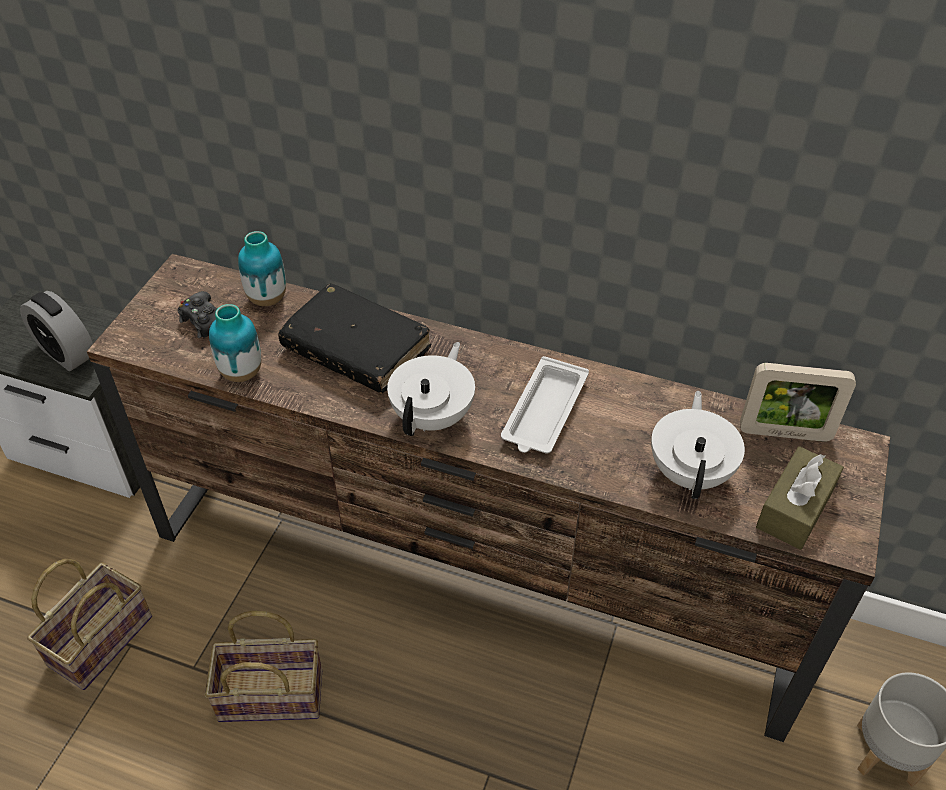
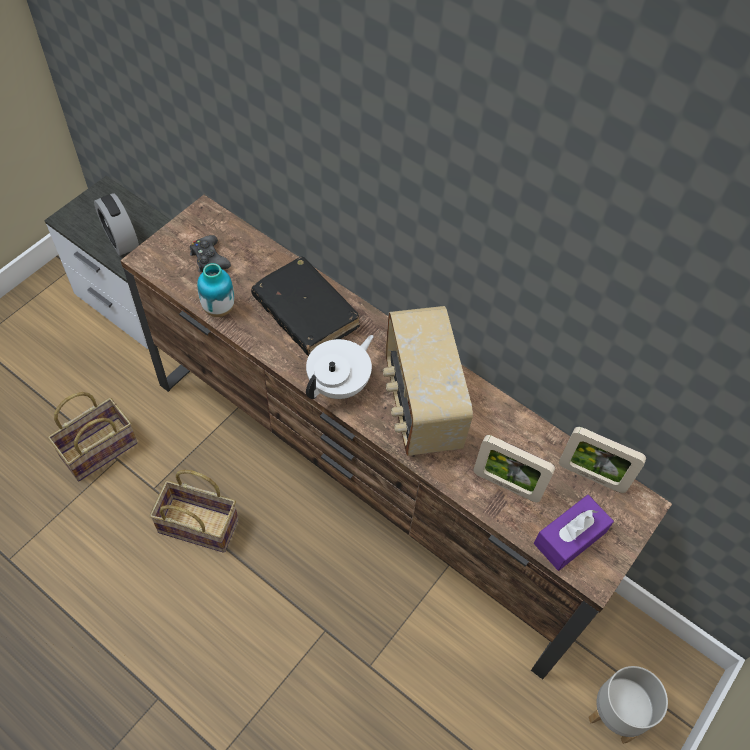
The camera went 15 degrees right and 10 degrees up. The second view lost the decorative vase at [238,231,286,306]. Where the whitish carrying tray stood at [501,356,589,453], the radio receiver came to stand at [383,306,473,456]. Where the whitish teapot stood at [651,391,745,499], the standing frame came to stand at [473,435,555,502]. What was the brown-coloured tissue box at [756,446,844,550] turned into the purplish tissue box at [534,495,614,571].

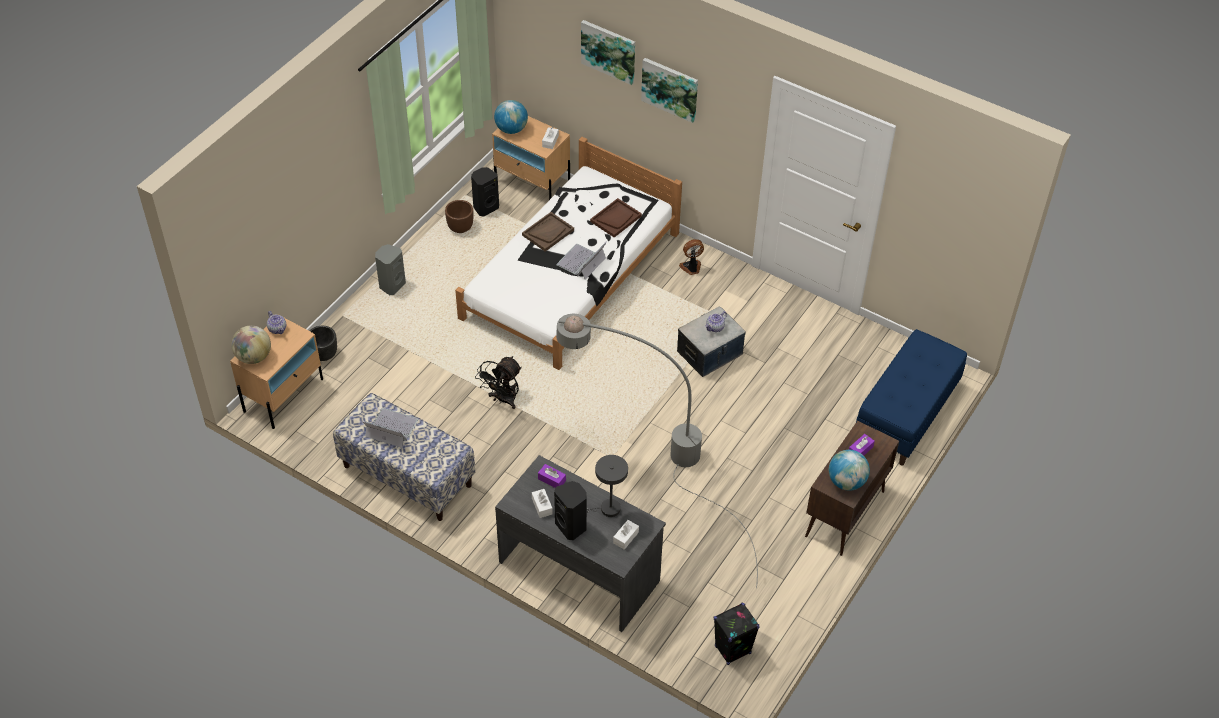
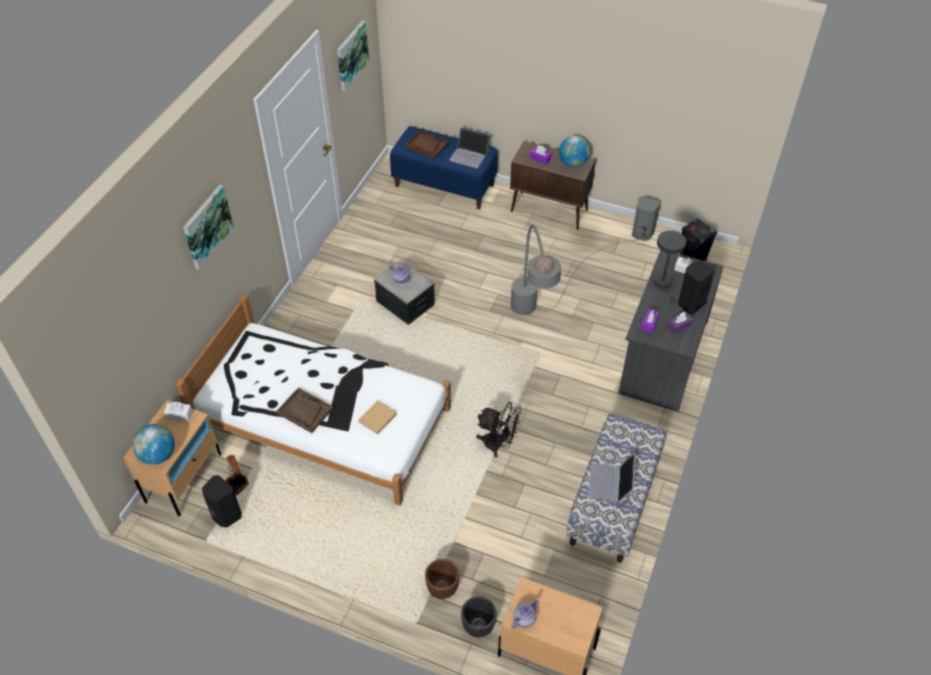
The camera went 100 degrees left and 0 degrees up. The second view lost the desk globe at [231,325,271,364]. The second view gained the beige bound book at [358,400,397,434]. The greyish audio speaker ended up elsewhere, having gone from [375,244,406,295] to [632,196,660,241]. The brown-coloured flower pot ended up elsewhere, having gone from [445,200,473,233] to [425,559,459,599]. The portable computer ended up elsewhere, having gone from [556,241,607,280] to [449,127,490,168]. The picture ended up elsewhere, having gone from [581,20,635,85] to [337,20,369,91]. The brown-coloured carrying tray ended up elsewhere, having gone from [590,198,642,238] to [405,130,449,159]. The cooling fan ended up elsewhere, having gone from [679,239,704,275] to [225,455,249,495]. What was the whitish tissue box at [532,489,553,518] turned into the purplish tissue box at [667,312,694,334].

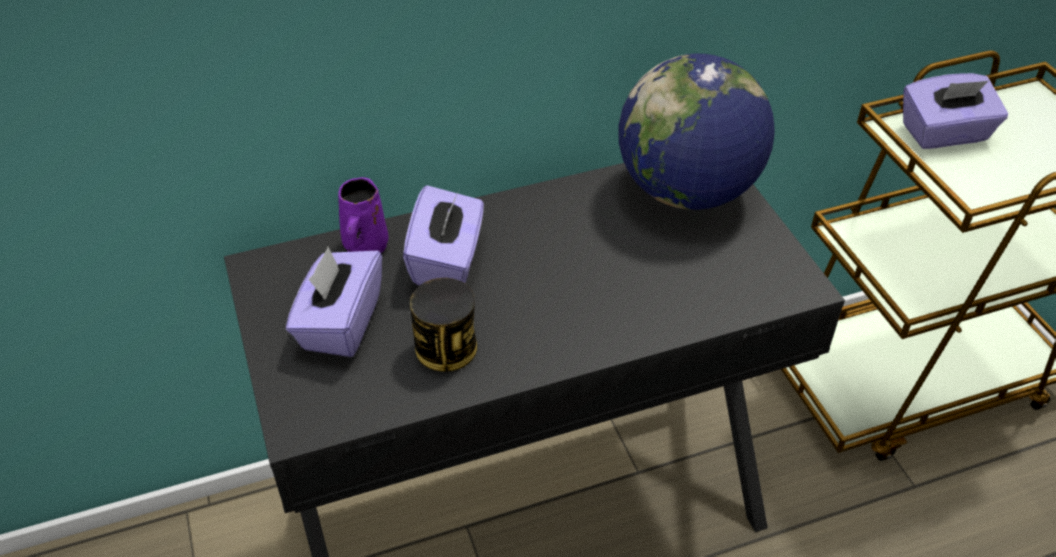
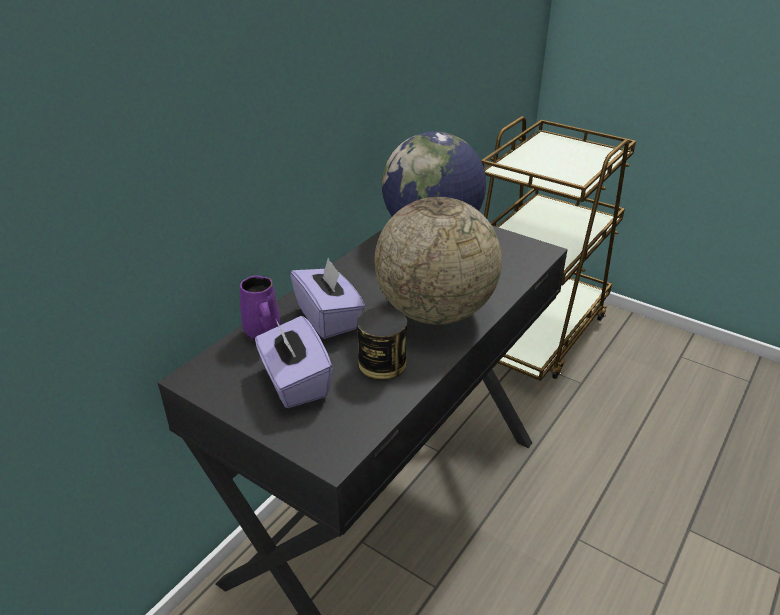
The camera went 35 degrees left and 10 degrees down. The second view lost the purplish tissue box at [903,73,1008,149]. The second view gained the desk globe at [374,197,502,325].

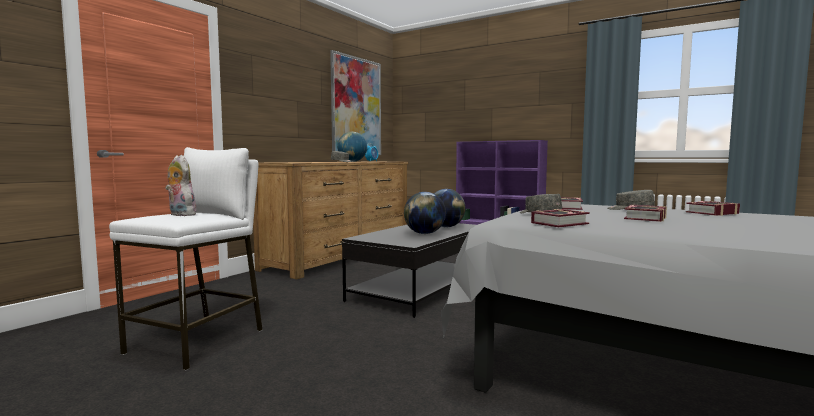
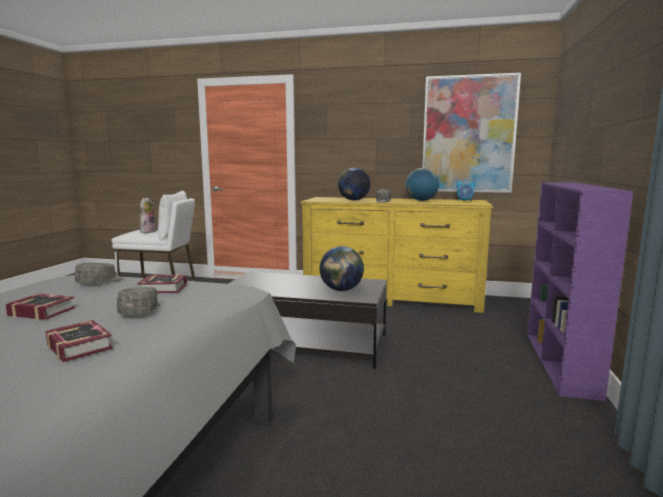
The camera went 70 degrees right and 5 degrees up. The second view lost the bound book at [531,209,590,227]. The desk globe ended up elsewhere, having gone from [404,192,446,234] to [338,167,370,200]. What was the brown-coloured drawer chest at [253,162,408,279] turned into the yellow-coloured drawer chest at [300,197,493,313].

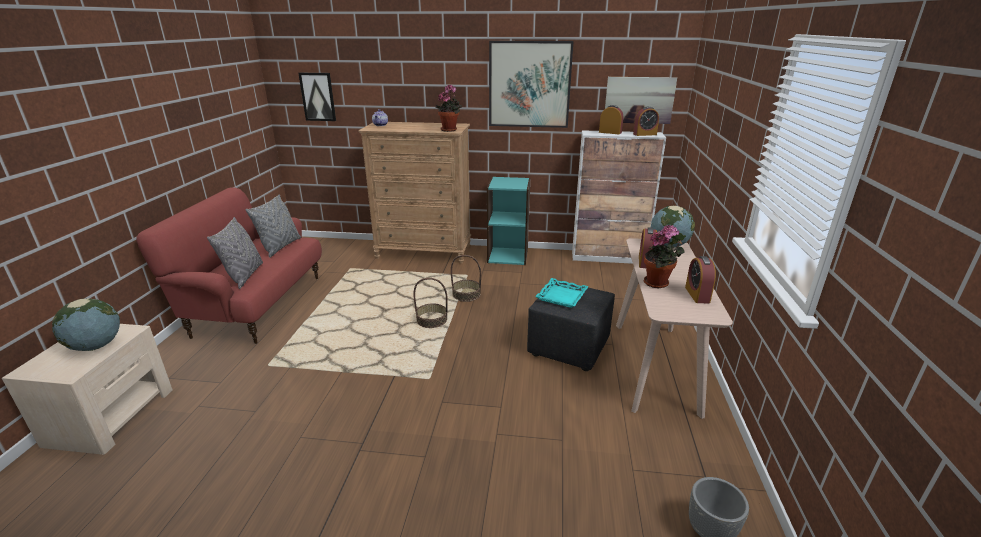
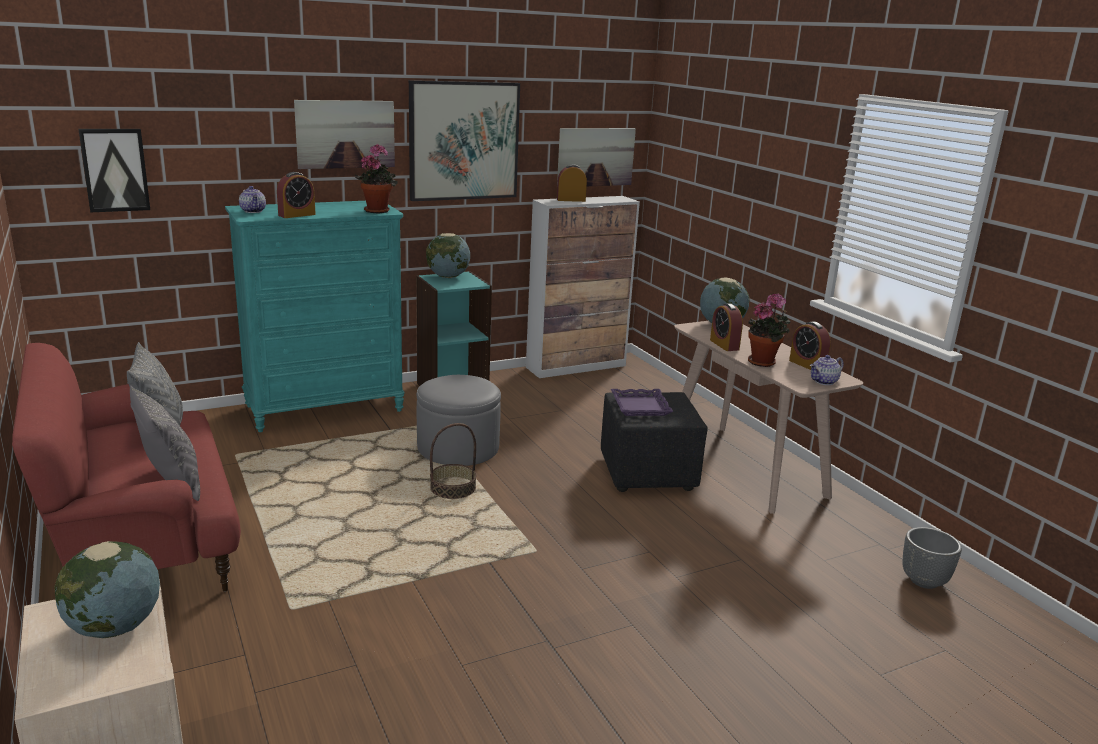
The camera went 35 degrees left and 5 degrees down. The second view gained the picture at [294,100,395,169]. The second view gained the desk globe at [426,233,470,278]. The second view gained the teapot at [810,355,844,385]. The table clock ended up elsewhere, having gone from [633,106,659,136] to [277,172,316,218]. Where the household basket stood at [451,255,481,302], the greyish pouffe came to stand at [417,375,501,466]. What was the brown-coloured drawer chest at [359,122,471,263] turned into the turquoise drawer chest at [225,201,405,432]. What was the turquoise carrying tray at [535,278,589,308] turned into the purplish carrying tray at [611,389,673,416].

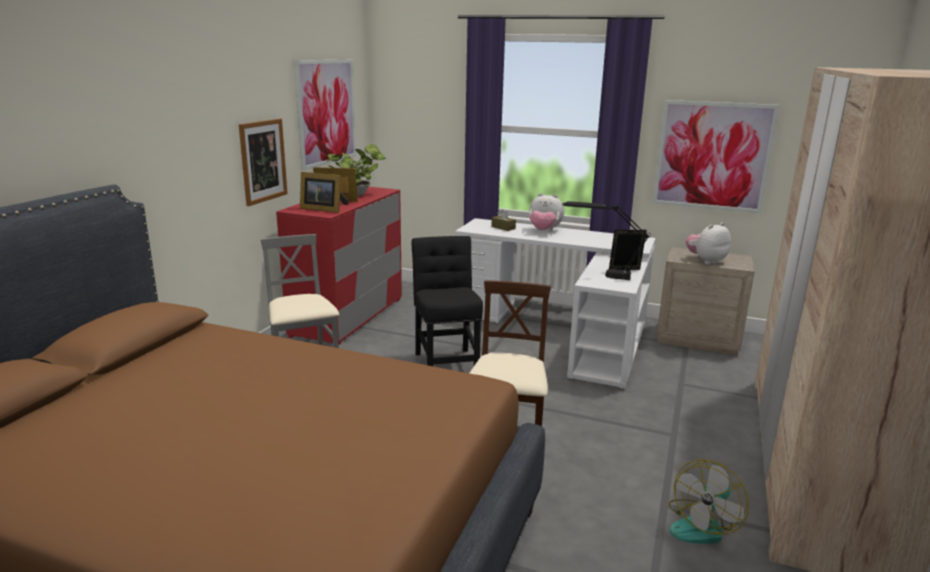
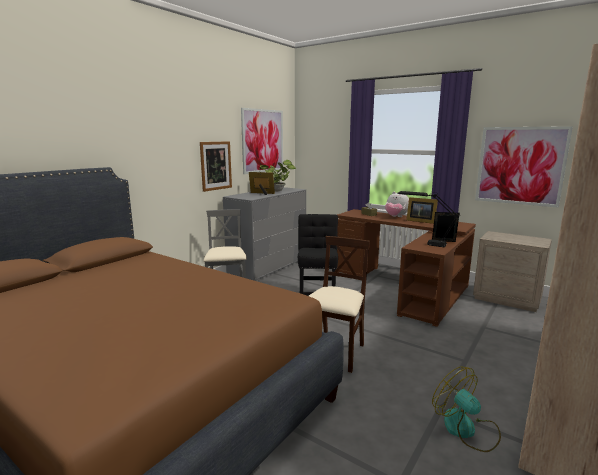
The camera went 15 degrees right and 5 degrees down. The second view lost the plush toy at [686,223,731,264]. The standing frame ended up elsewhere, having gone from [300,172,341,213] to [406,197,438,224]. What was the reddish drawer chest at [276,187,402,345] turned into the greyish drawer chest at [223,187,306,281]. What was the whitish desk table at [455,218,656,390] turned into the brown-coloured desk table at [337,209,476,327]. The cooling fan at [669,459,749,544] ended up facing another way, 90 degrees clockwise from before.

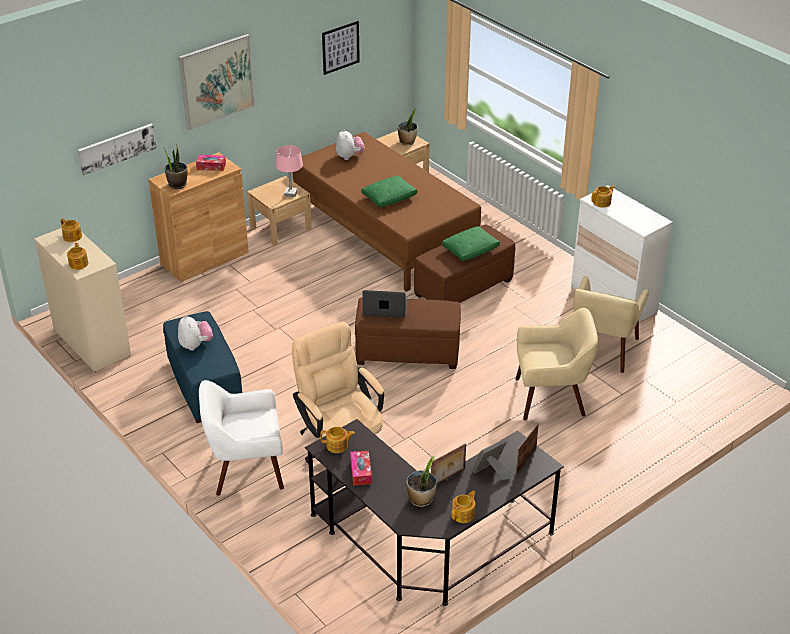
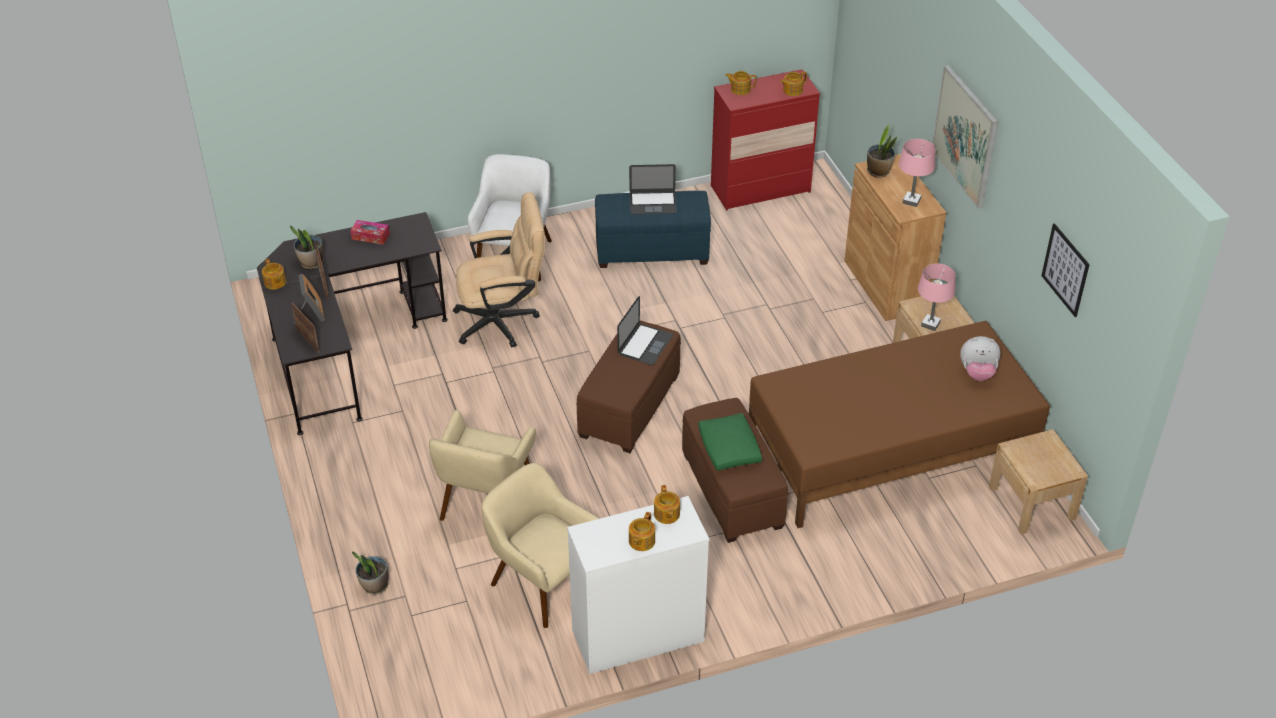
The camera went 110 degrees right and 5 degrees up. The second view lost the picture at [78,123,157,175]. The second view lost the green cushion at [362,176,417,207]. The teapot ended up elsewhere, having gone from [320,427,355,453] to [629,512,655,551]. The plant in a pot ended up elsewhere, having gone from [398,108,418,145] to [352,551,389,595]. Where the plush toy stood at [178,315,213,351], the portable computer came to stand at [629,164,677,214]. Where the tissue box stood at [196,155,226,171], the pink tabletop lamp came to stand at [899,139,935,207]. What was the beige drawer chest at [34,228,131,372] turned into the reddish drawer chest at [711,69,820,210].

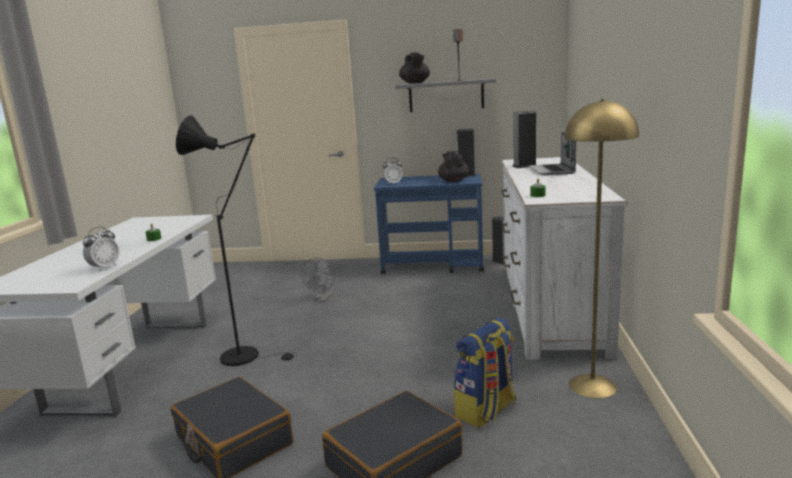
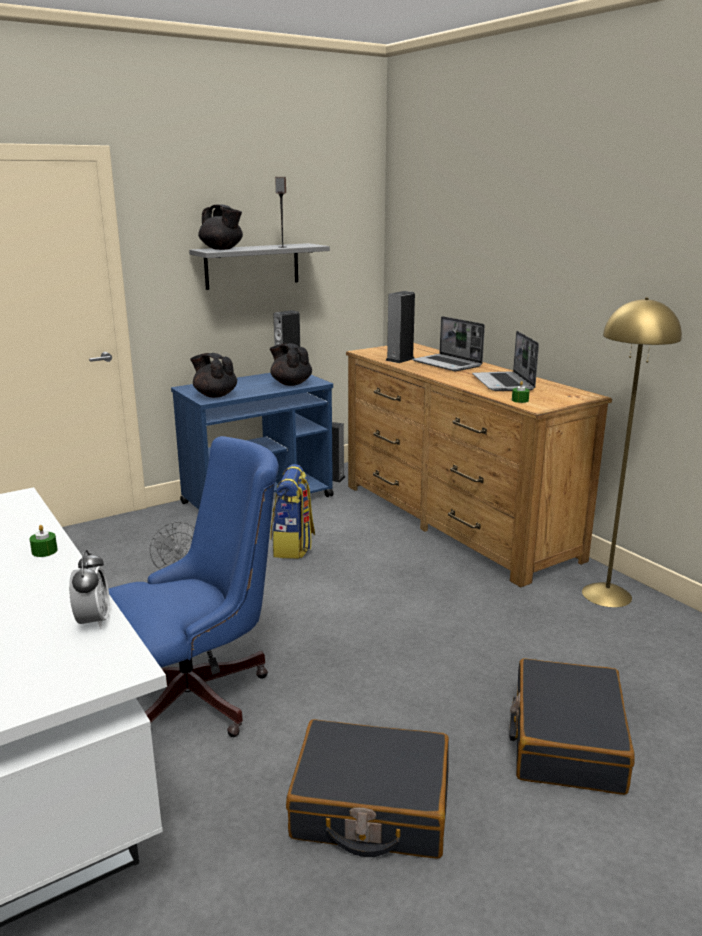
The camera went 40 degrees left and 5 degrees up. The second view gained the portable computer at [472,331,539,391]. The backpack ended up elsewhere, having gone from [454,318,517,428] to [270,464,315,559]. Where the black standing lamp stood at [176,115,298,366], the bluish desk chair came to stand at [108,436,279,737]. Where the table clock stood at [383,158,403,185], the black teapot came to stand at [190,353,237,398]. What was the whitish drawer chest at [501,157,627,360] turned into the brown-coloured drawer chest at [346,343,612,587].

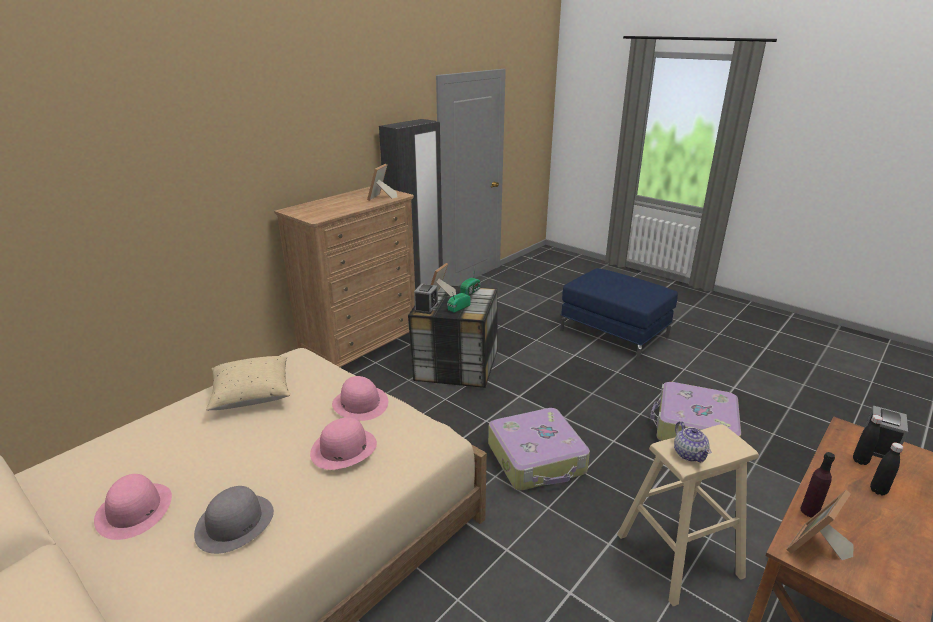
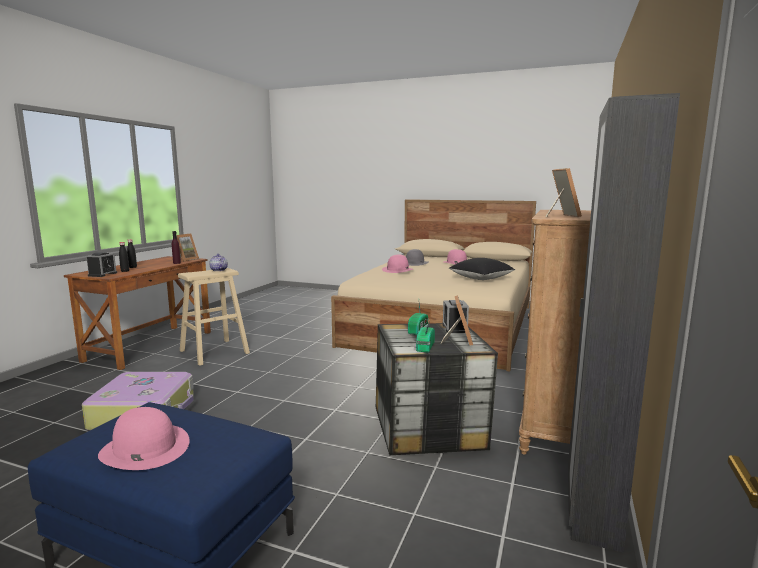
The camera went 160 degrees right and 15 degrees down. The second view lost the travel case at [488,408,590,491]. The pink clothing hat ended up elsewhere, having gone from [332,376,388,421] to [98,407,190,470]. What was the beige cushion at [206,356,290,411] turned into the black cushion at [449,258,515,280].

